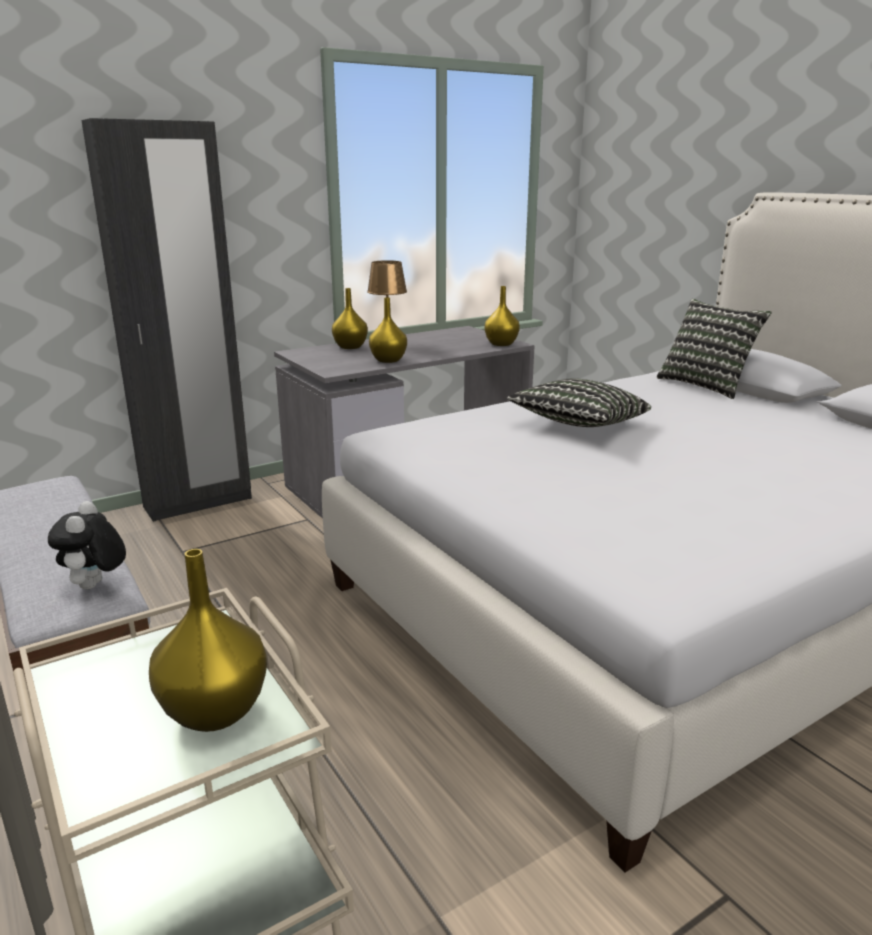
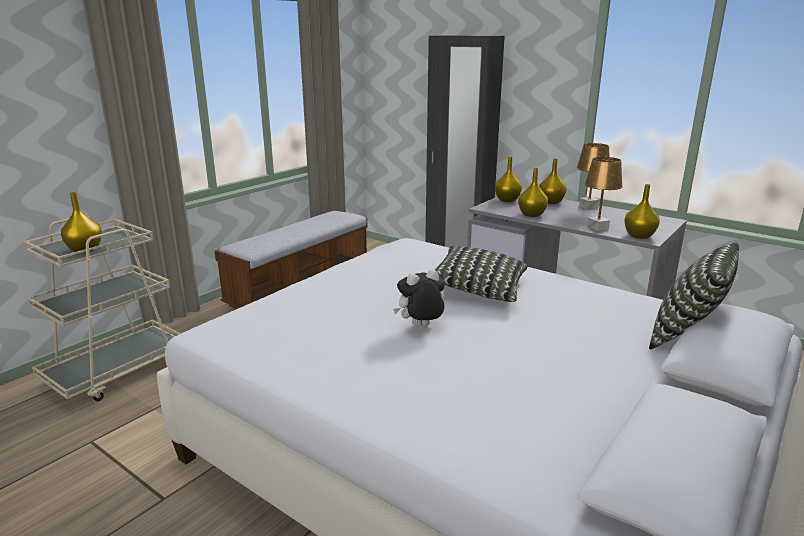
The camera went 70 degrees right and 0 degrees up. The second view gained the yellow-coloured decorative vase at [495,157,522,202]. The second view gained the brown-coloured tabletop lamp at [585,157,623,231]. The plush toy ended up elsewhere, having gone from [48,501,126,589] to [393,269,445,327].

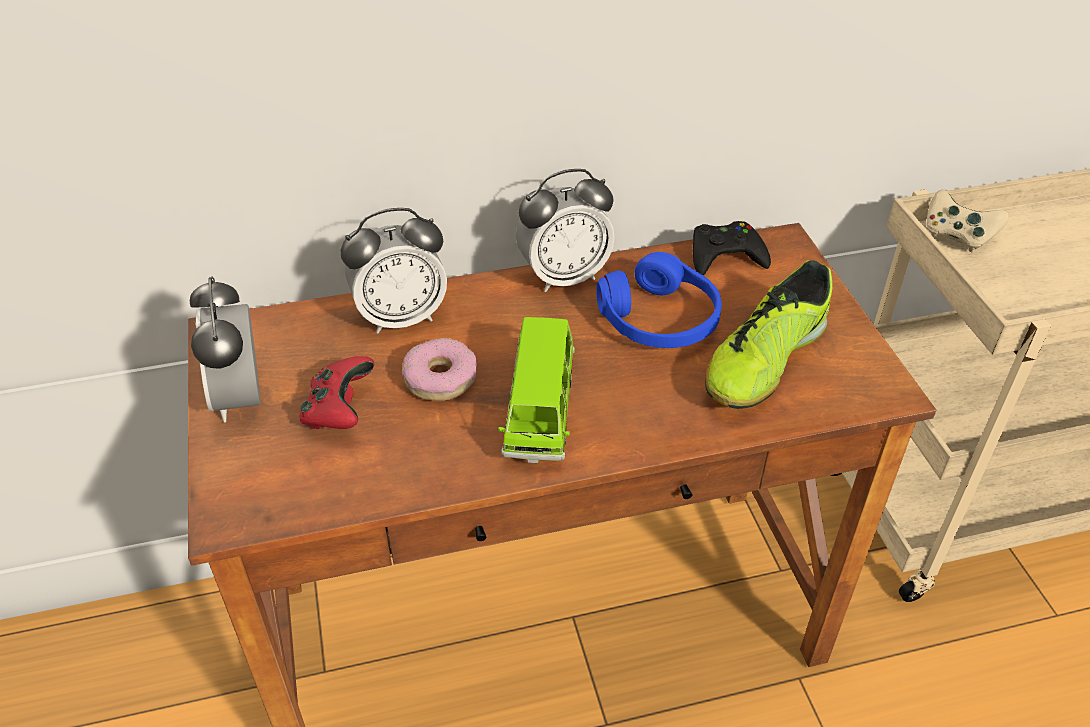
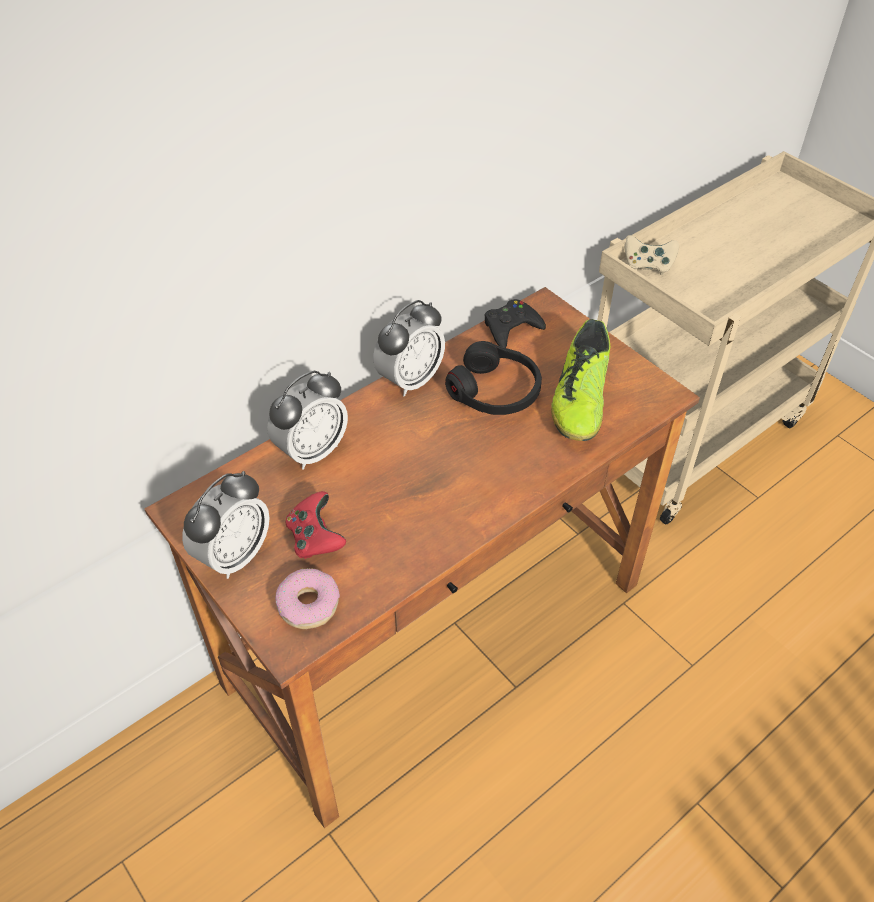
The camera went 25 degrees left and 5 degrees up. The second view lost the green toy car at [498,317,575,463]. The donut ended up elsewhere, having gone from [402,338,477,401] to [275,568,340,629]. What was the bluish headset at [596,252,722,348] turned into the black headset at [445,341,542,415]. The table clock at [190,277,260,422] ended up facing another way, 105 degrees counterclockwise from before.

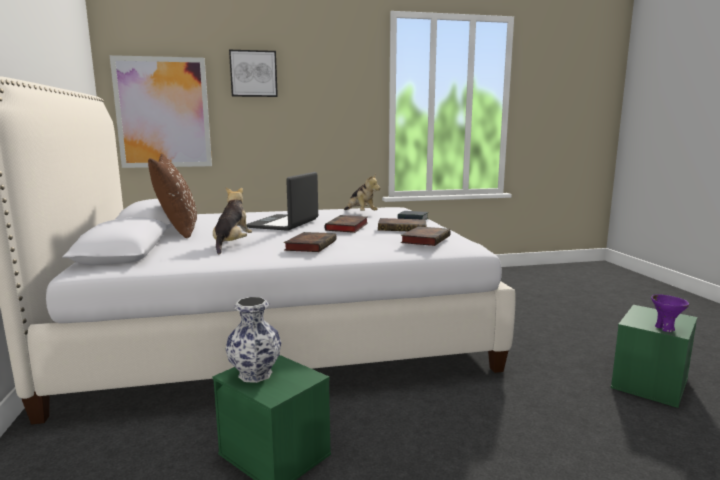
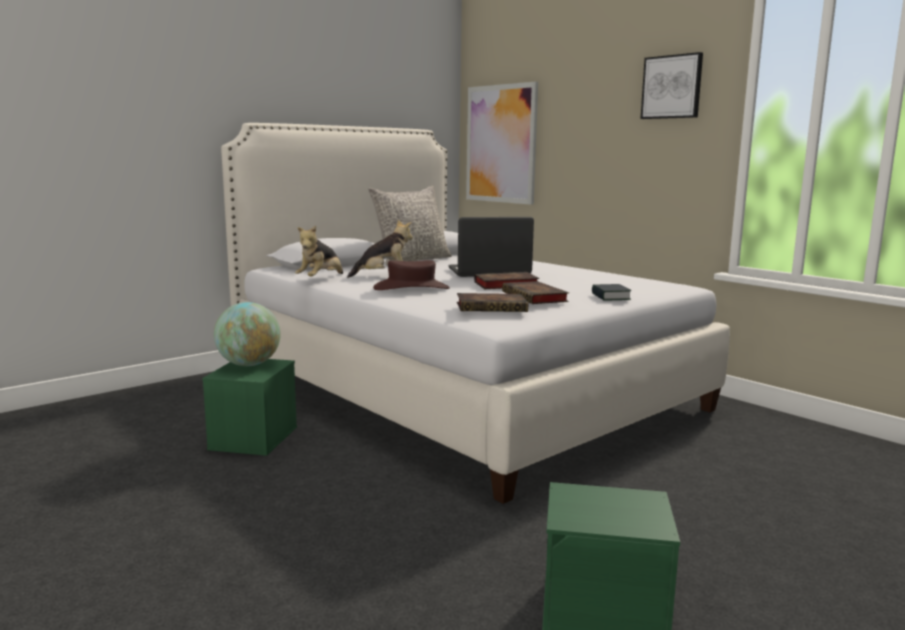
The camera went 60 degrees right and 0 degrees up. The second view lost the purplish serving bowl at [651,294,689,332]. The picture ended up elsewhere, having gone from [229,50,278,97] to [640,52,703,119]. The plush toy ended up elsewhere, having gone from [344,174,380,211] to [295,226,343,277]. Where the decorative vase stood at [225,297,281,383], the desk globe came to stand at [214,302,281,366]. Where the bound book stood at [284,232,336,252], the brown-coloured clothing hat came to stand at [373,260,450,290]. What was the brown-coloured cushion at [148,154,197,238] turned into the greyish cushion at [368,186,452,266].

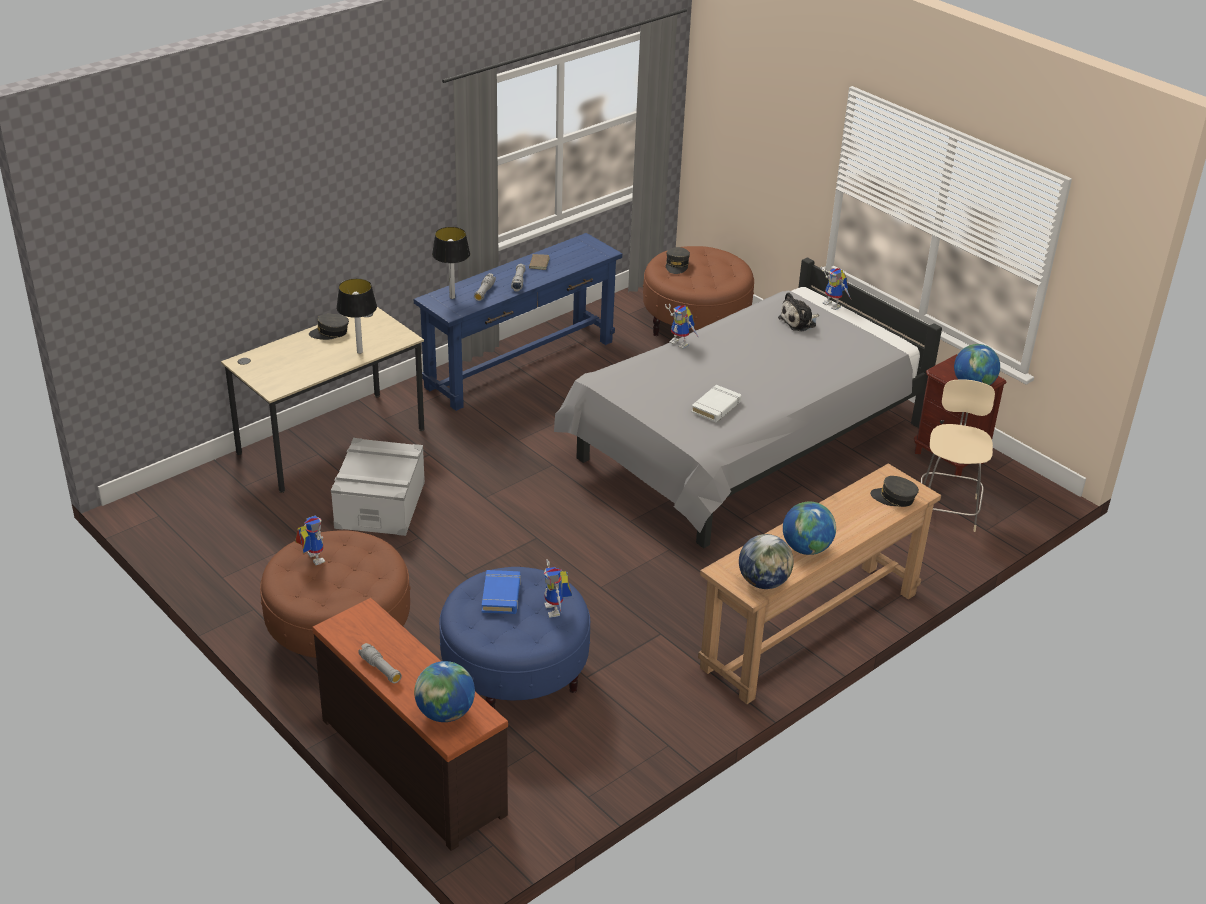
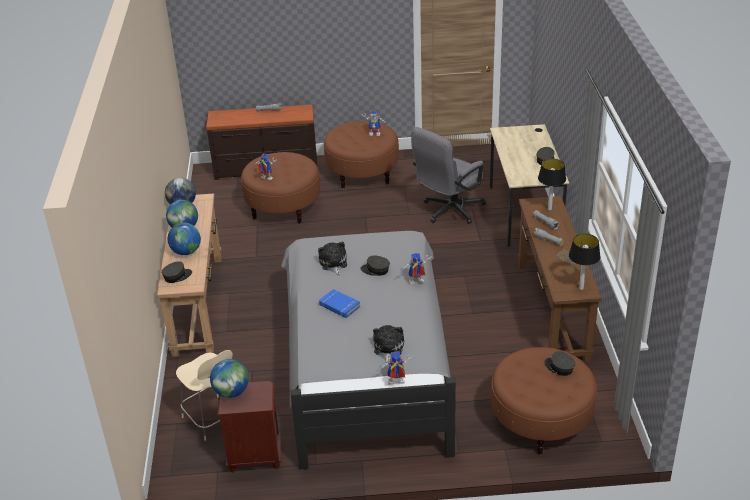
The camera went 130 degrees right and 0 degrees up. The second view gained the greyish baseball cap at [360,256,390,276]. The tabletop lamp ended up elsewhere, having gone from [336,278,377,354] to [569,234,600,290]. The desk globe ended up elsewhere, having gone from [414,661,475,722] to [168,223,201,255]. The bluish bound book ended up elsewhere, having gone from [482,570,521,614] to [319,289,360,318]. Where the greyish storage box stood at [331,438,425,536], the greyish desk chair came to stand at [411,127,486,224]. Where the whitish bound book stood at [691,385,741,422], the plush toy came to stand at [318,241,347,275]. What was the bluish hall table at [414,233,622,411] turned into the brown-coloured hall table at [518,196,602,362]. What was the bluish pouffe at [439,567,590,709] turned into the brown-coloured pouffe at [241,152,320,224].

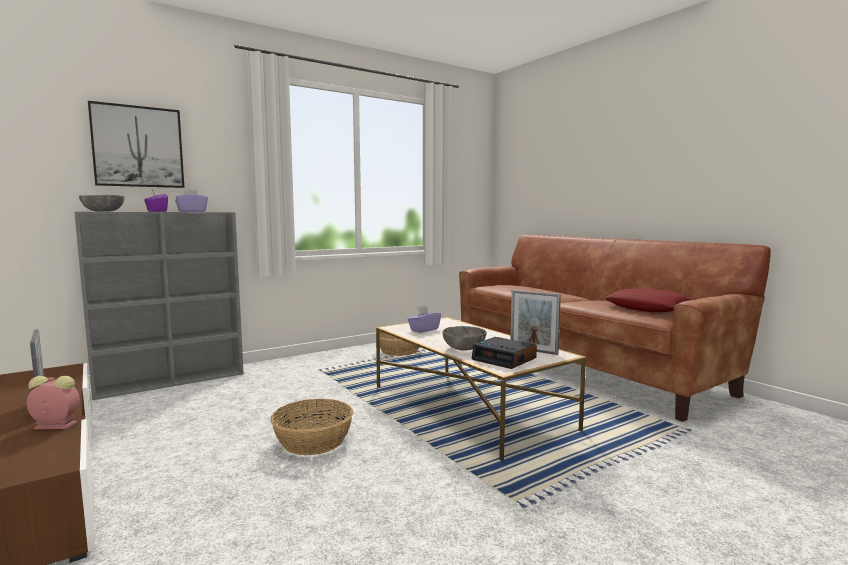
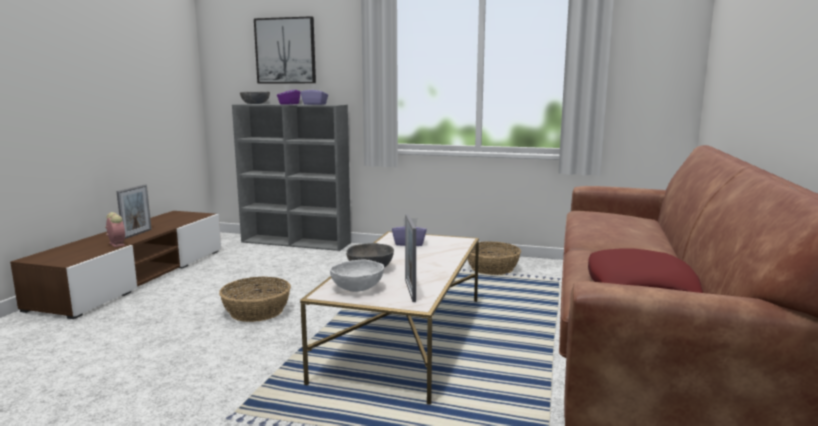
The camera went 50 degrees right and 5 degrees up. Where the table clock stood at [472,337,537,369], the whitish serving bowl came to stand at [330,260,384,292].

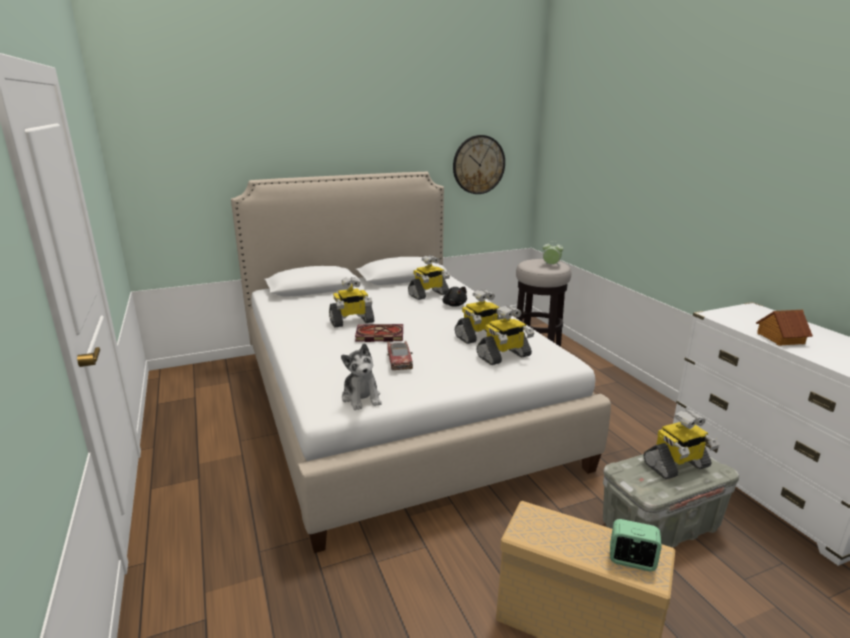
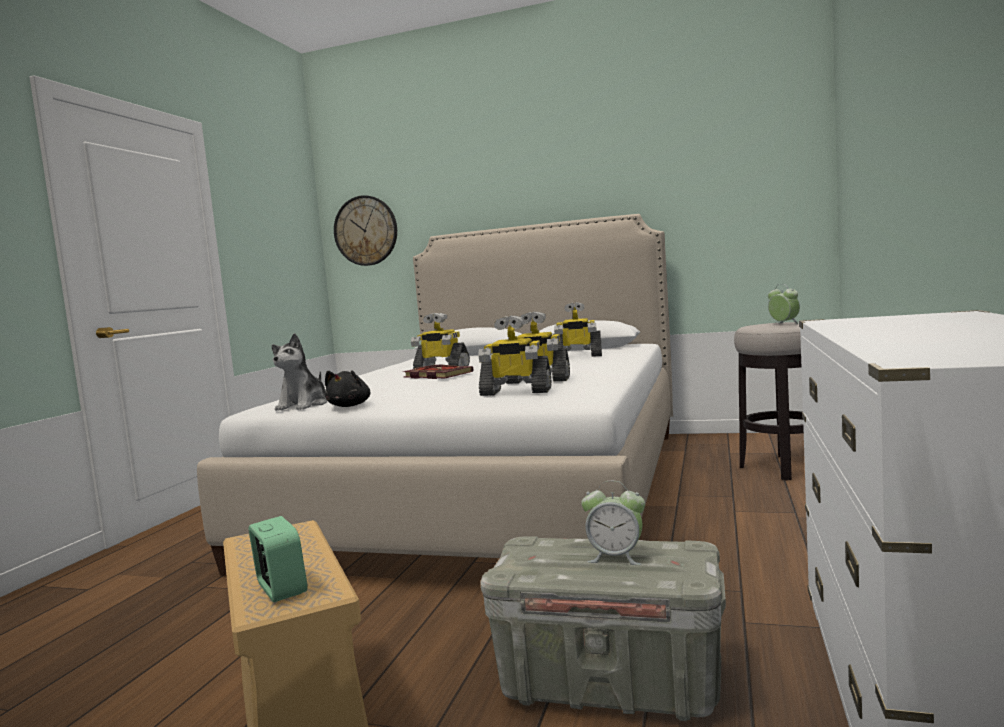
The camera went 40 degrees right and 15 degrees down. The second view lost the toy car at [387,340,413,370]. The second view lost the toy house at [756,310,813,346]. The black plush toy ended up elsewhere, having gone from [443,287,467,307] to [325,370,370,407]. The wall clock ended up elsewhere, having gone from [453,135,505,194] to [334,195,397,266]. Where the robot figure stood at [643,409,720,479], the table clock came to stand at [581,481,645,565].

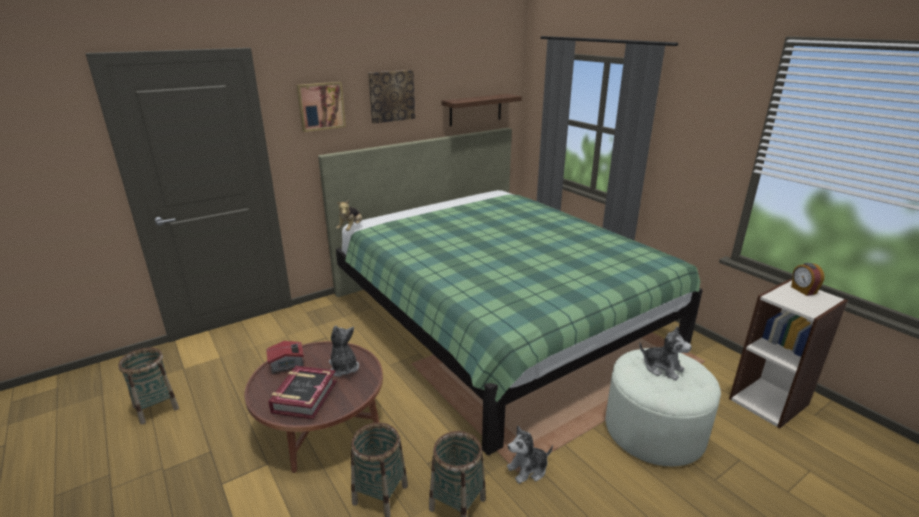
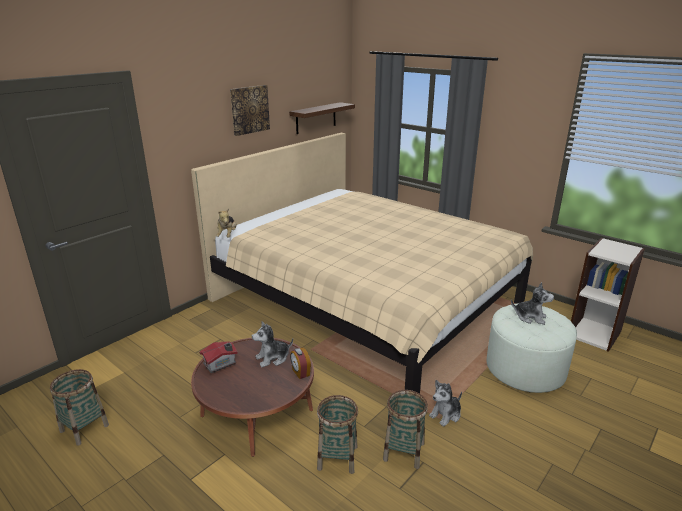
The camera went 15 degrees left and 0 degrees up. The second view lost the bound book at [268,366,337,419]. The second view lost the picture at [296,82,346,132]. The table clock ended up elsewhere, having gone from [791,263,825,296] to [290,348,311,379]. What was the green bedroom bed at [318,128,703,456] turned into the beige bedroom bed at [191,133,533,393]. The plush toy at [329,326,359,377] ended up facing another way, 75 degrees counterclockwise from before.

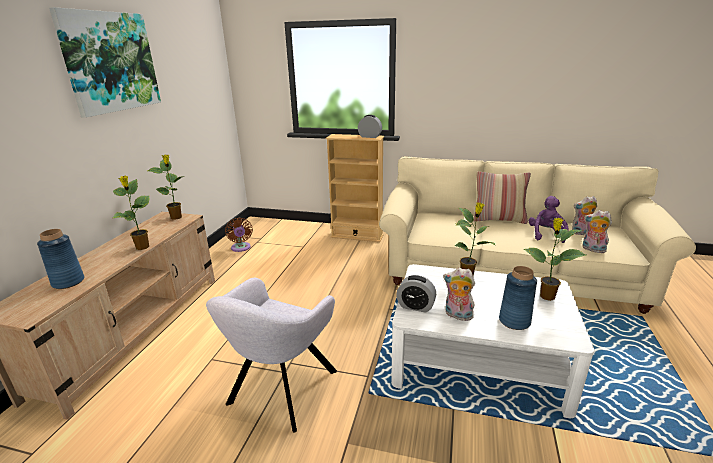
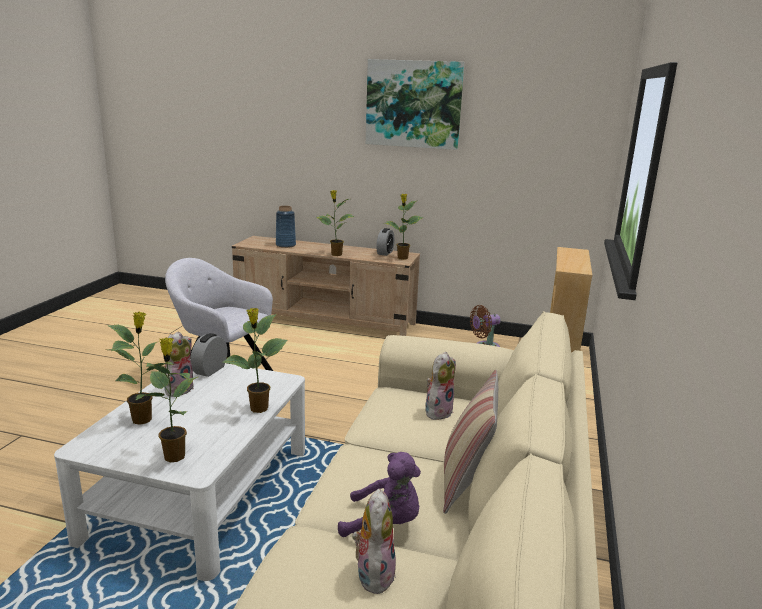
The camera went 90 degrees right and 5 degrees down. The table clock ended up elsewhere, having gone from [358,115,382,138] to [376,228,394,256]. The plush toy ended up elsewhere, having gone from [582,210,612,253] to [425,352,456,420]. Where the bluish decorative vase stood at [499,266,537,330], the plant in a pot came to stand at [107,311,174,425].

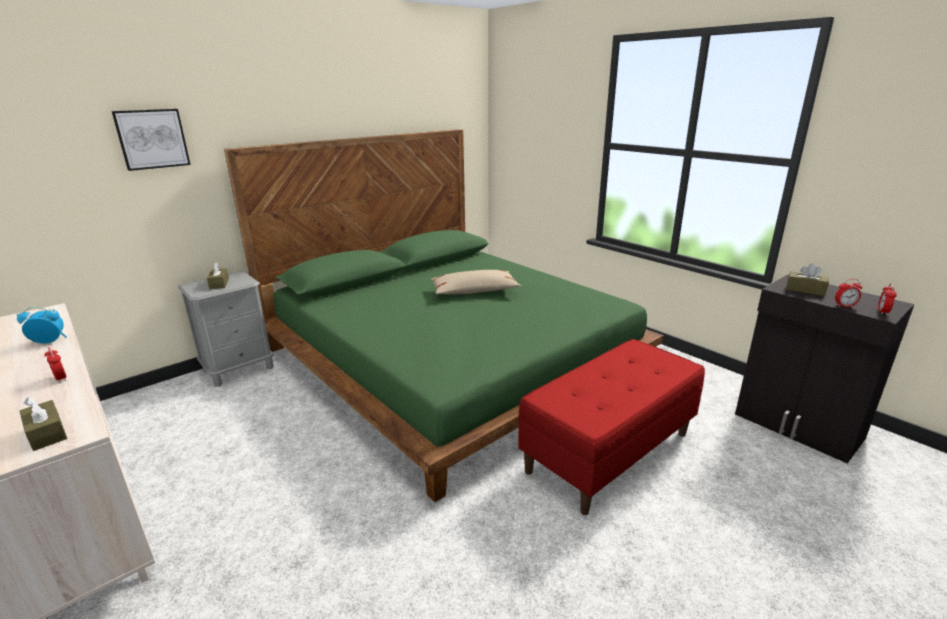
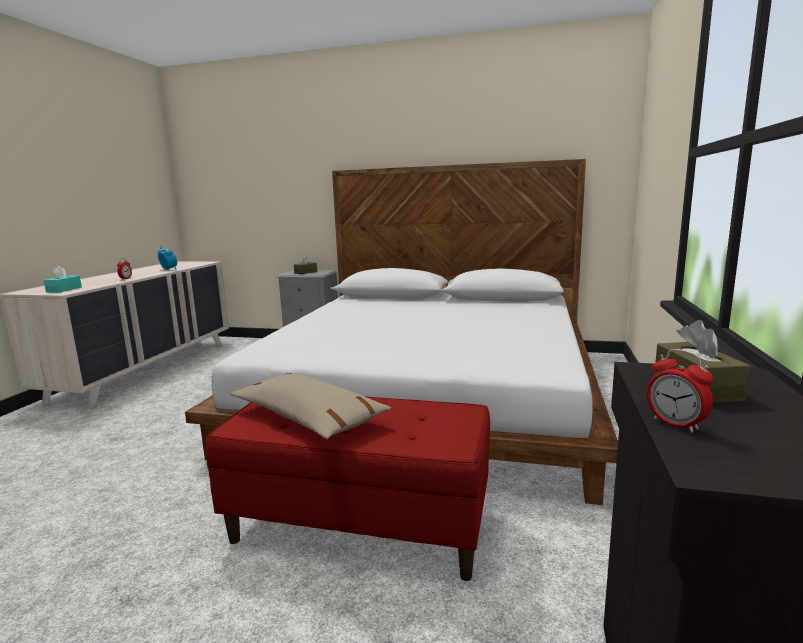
The camera went 55 degrees right and 10 degrees down. The second view lost the picture at [111,109,191,171]. The second view lost the table clock at [878,283,897,315]. The beige cushion ended up elsewhere, having gone from [431,270,521,294] to [230,373,391,439]. What was the brown-coloured tissue box at [20,397,67,451] turned into the turquoise tissue box at [44,266,82,293]. What was the green bedroom bed at [224,129,664,502] turned into the whitish bedroom bed at [185,159,618,505].

